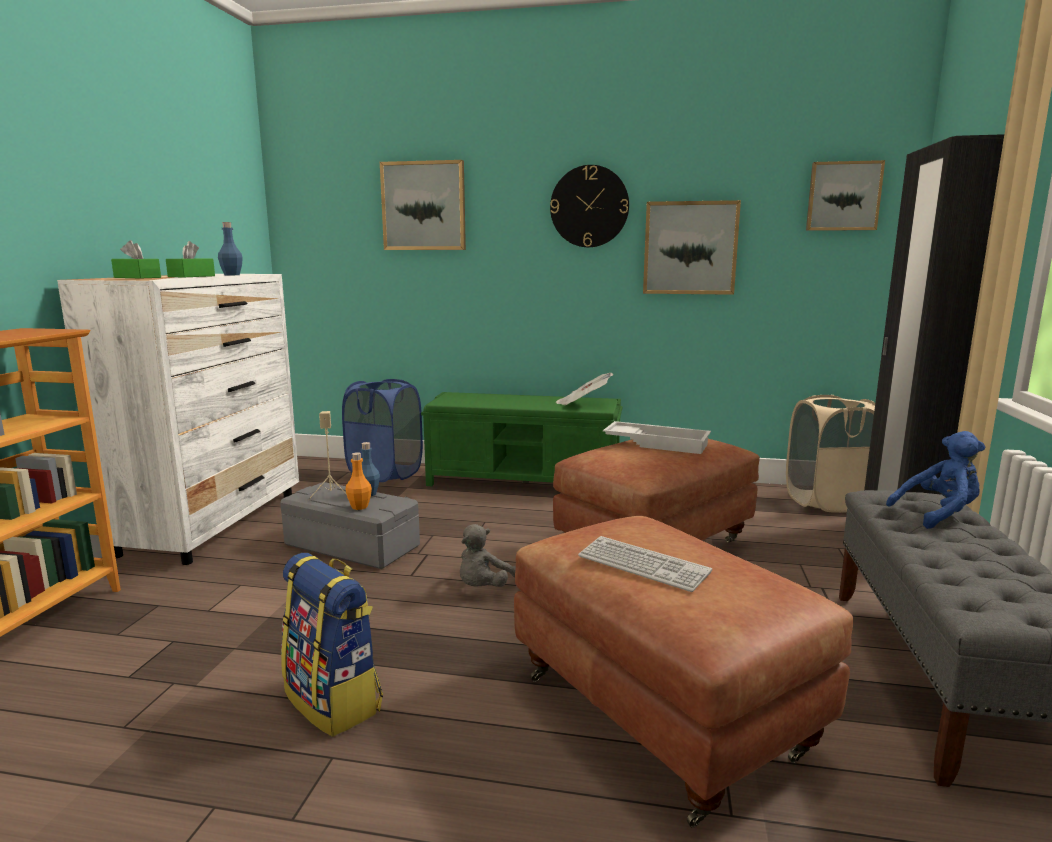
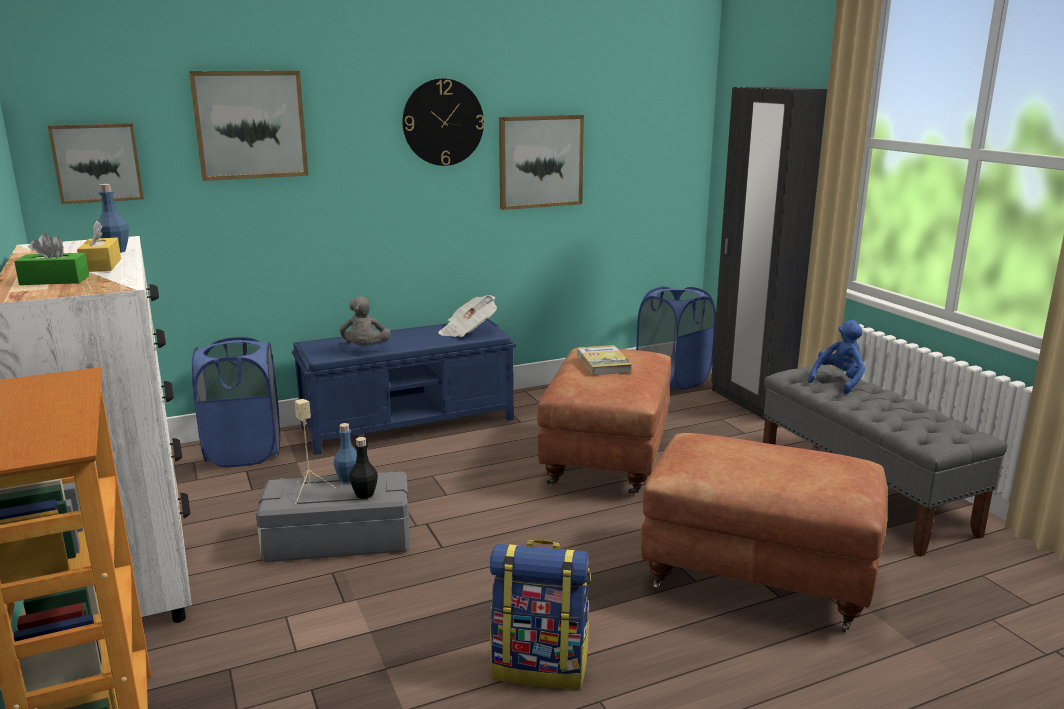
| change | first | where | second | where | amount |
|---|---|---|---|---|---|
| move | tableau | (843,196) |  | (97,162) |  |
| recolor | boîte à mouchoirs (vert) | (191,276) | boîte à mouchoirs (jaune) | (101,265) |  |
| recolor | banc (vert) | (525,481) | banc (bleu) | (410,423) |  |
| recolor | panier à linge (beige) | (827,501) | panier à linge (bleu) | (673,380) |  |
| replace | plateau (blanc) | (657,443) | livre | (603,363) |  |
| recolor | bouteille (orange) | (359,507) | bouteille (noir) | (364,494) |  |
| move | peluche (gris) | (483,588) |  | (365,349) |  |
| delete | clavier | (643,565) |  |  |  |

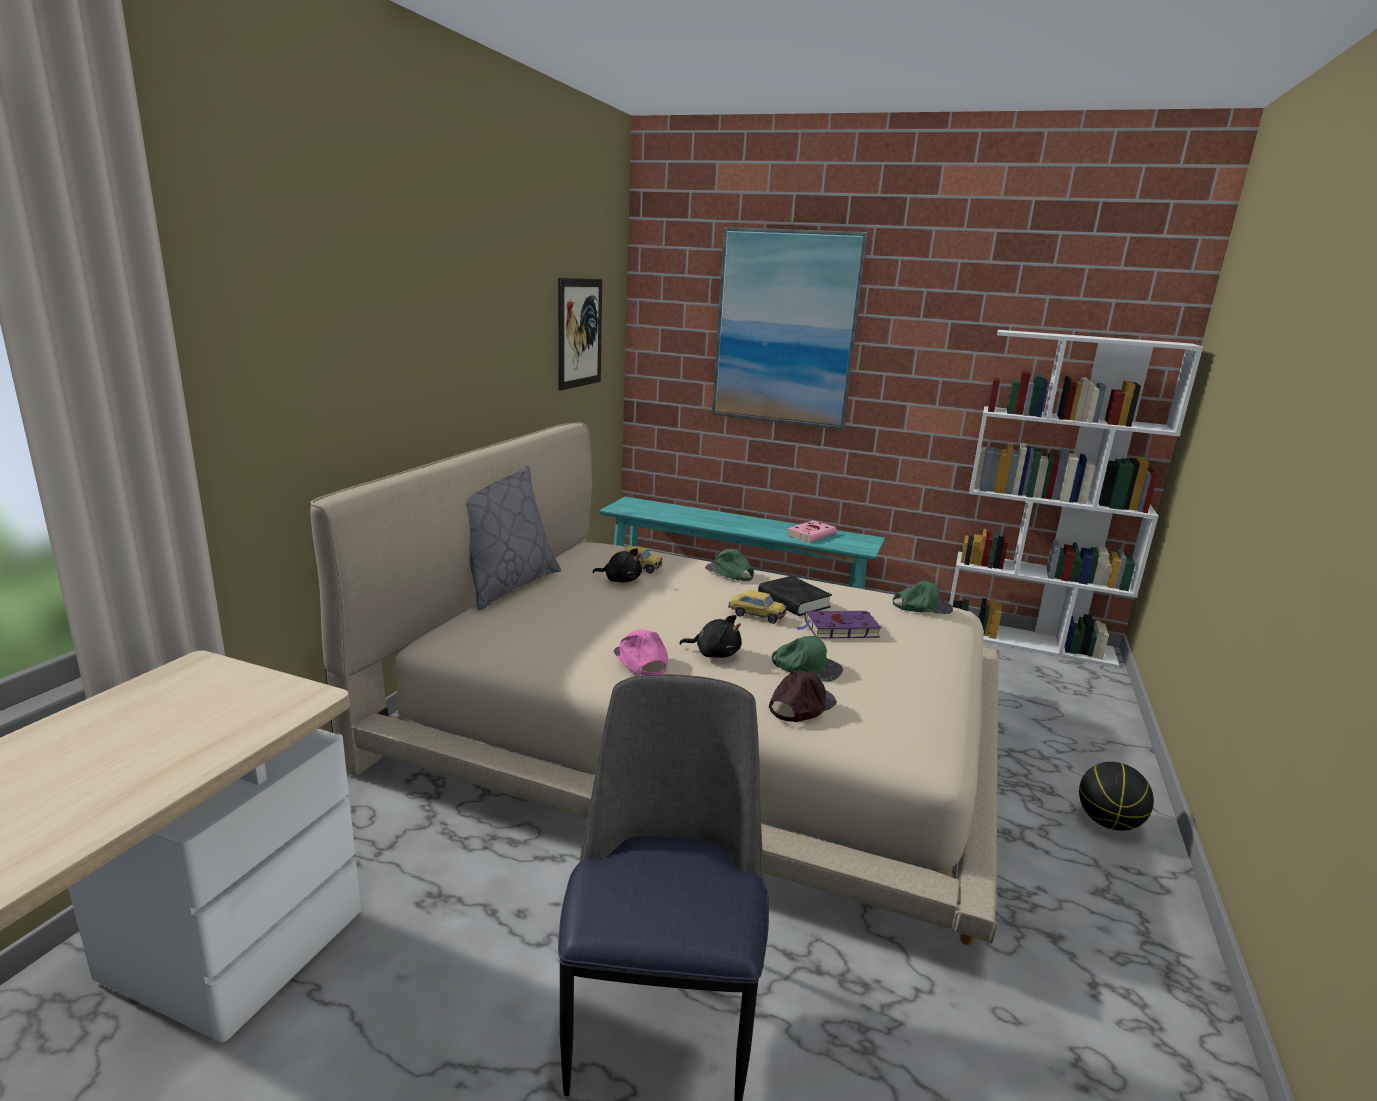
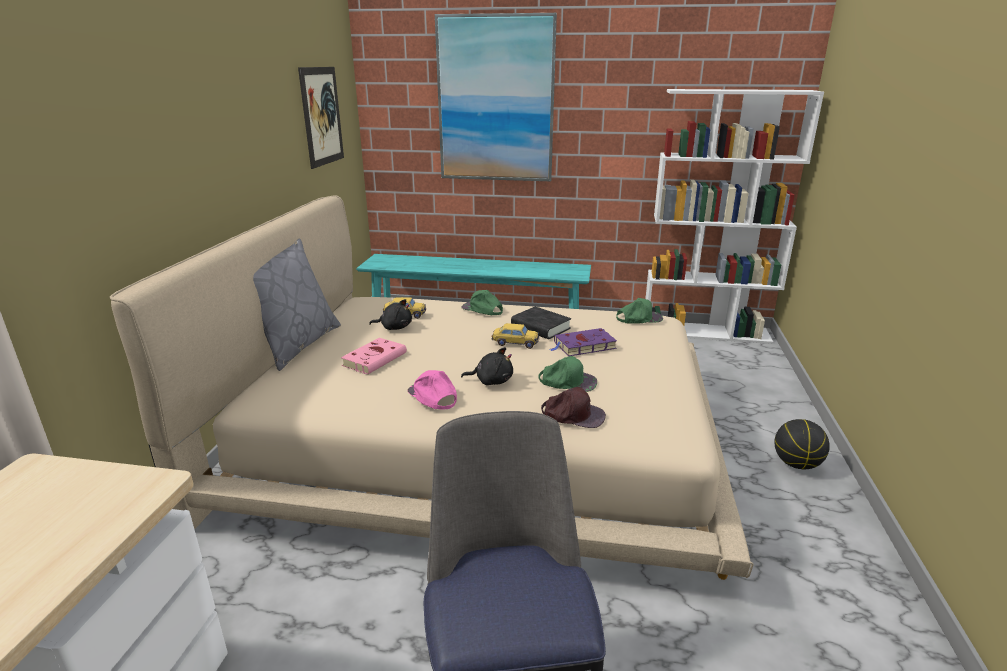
| change | first | where | second | where | amount |
|---|---|---|---|---|---|
| move | livre (rose) | (811,534) |  | (375,359) |  |
| rotate | casquette (marron) | (801,705) |  | (573,414) | 75 degrees clockwise |

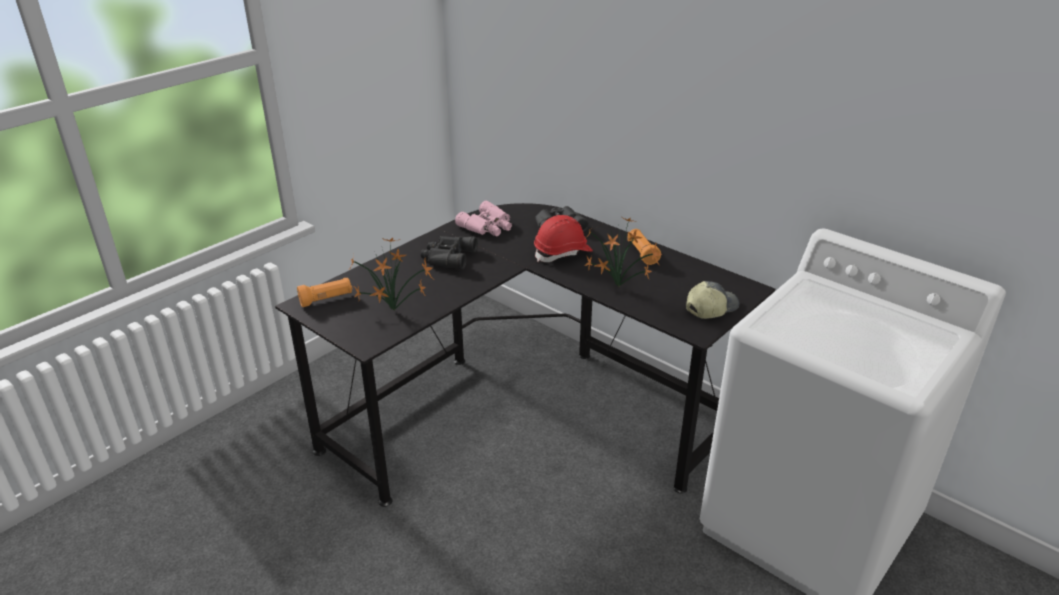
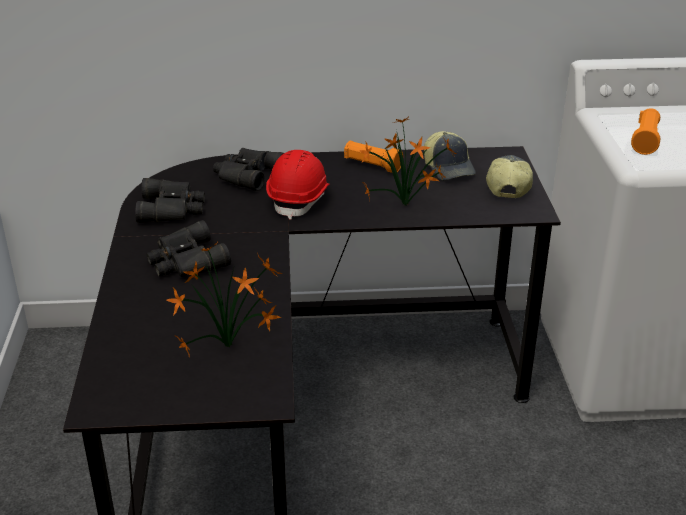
| change | first | where | second | where | amount |
|---|---|---|---|---|---|
| recolor | jumelles (rose) | (488,226) | jumelles (noir) | (172,208) |  |
| move | lampe de poche (orange) | (326,299) |  | (645,141) |  |
| insert |  |  | casquette | (449,168) |  |

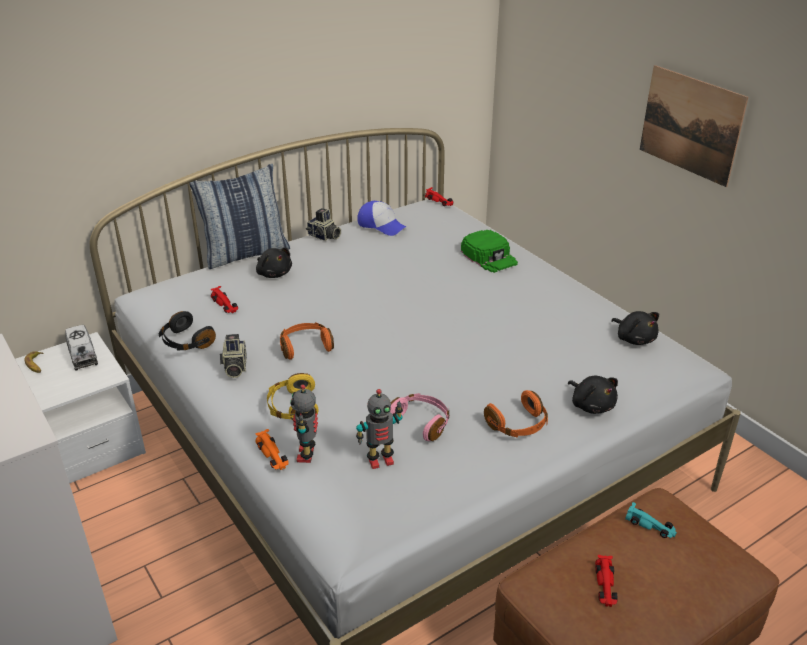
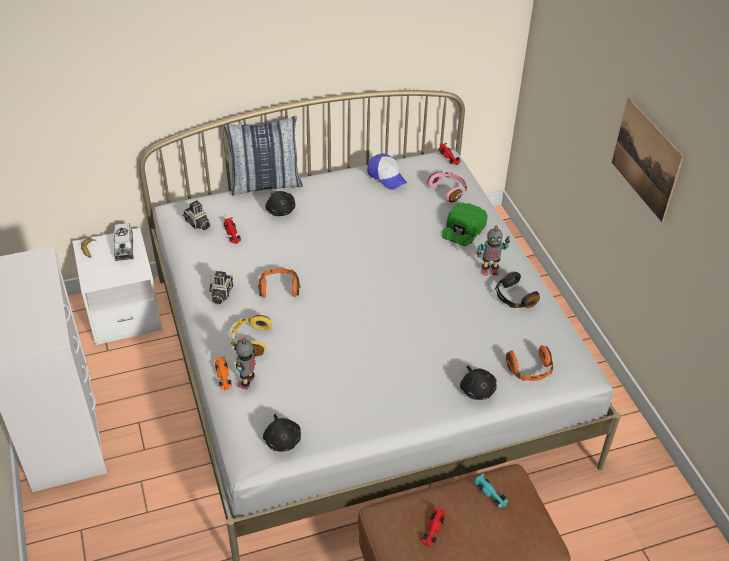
| change | first | where | second | where | amount |
|---|---|---|---|---|---|
| move | appareil photo | (324,236) |  | (197,224) |  |
| rotate | casquette (vert) | (489,256) |  | (464,228) | 45 degrees clockwise |
| move | casque audio (noir) | (186,342) |  | (513,298) |  |
| move | peluche (noir) | (634,338) |  | (282,440) |  |
| move | robot jouet | (380,460) |  | (489,270) |  |
| move | casque audio (orange) | (518,425) |  | (530,370) |  |
| move | casque audio (rose) | (421,422) |  | (448,190) |  |

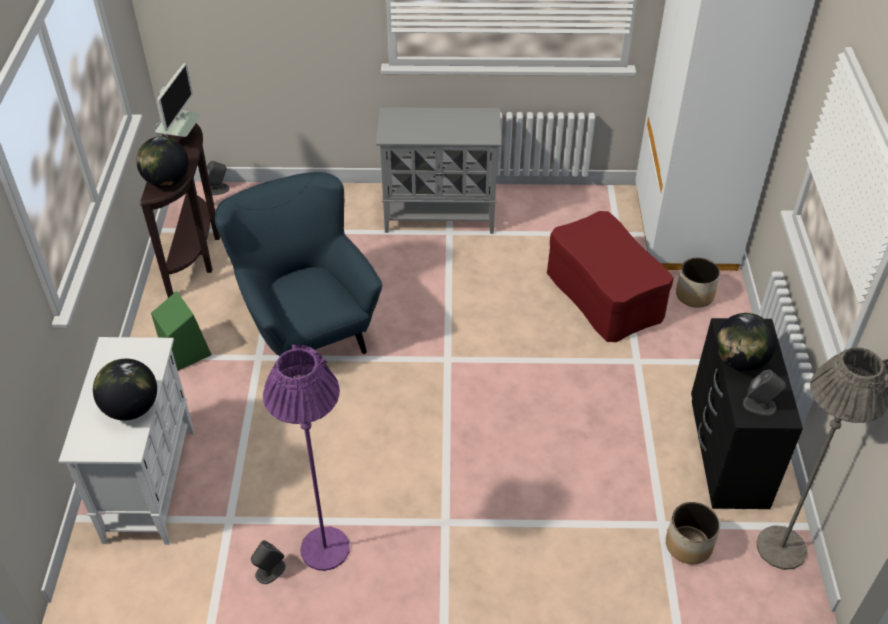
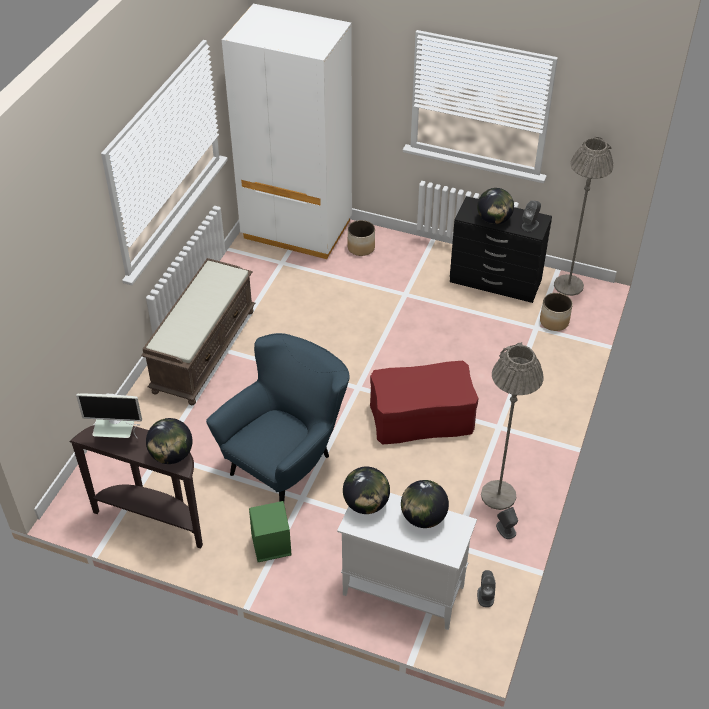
| change | first | where | second | where | amount |
|---|---|---|---|---|---|
| rotate | écran d'ordinateur | (181,140) |  | (118,437) | 150 degrees clockwise |
| replace | meuble de rangement (gris) | (440,216) | banc (marron) | (203,350) |  |
| move | enceinte (gris) | (218,189) |  | (485,596) |  |
| rotate | fauteuil (bleu) | (306,329) |  | (286,461) | 135 degrees clockwise |
| move | pouf (rouge) | (605,295) |  | (422,417) |  |
| recolor | lampadaire (violet) | (325,549) | lampadaire (gris) | (498,495) |  |
| insert |  |  | globe | (366,504) |  |

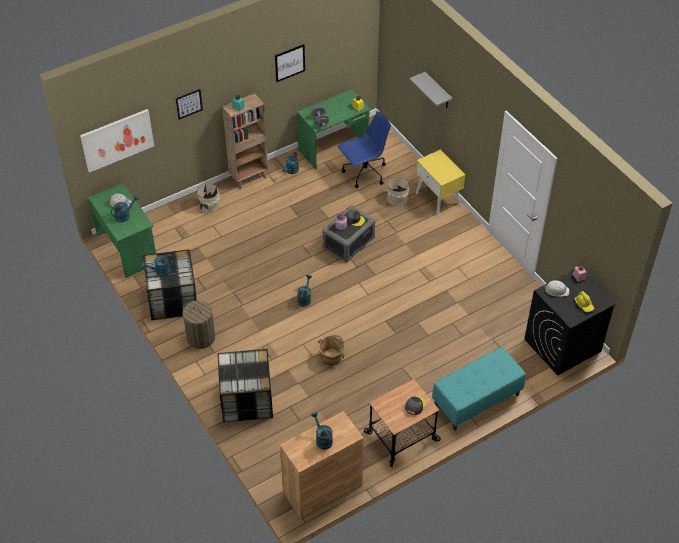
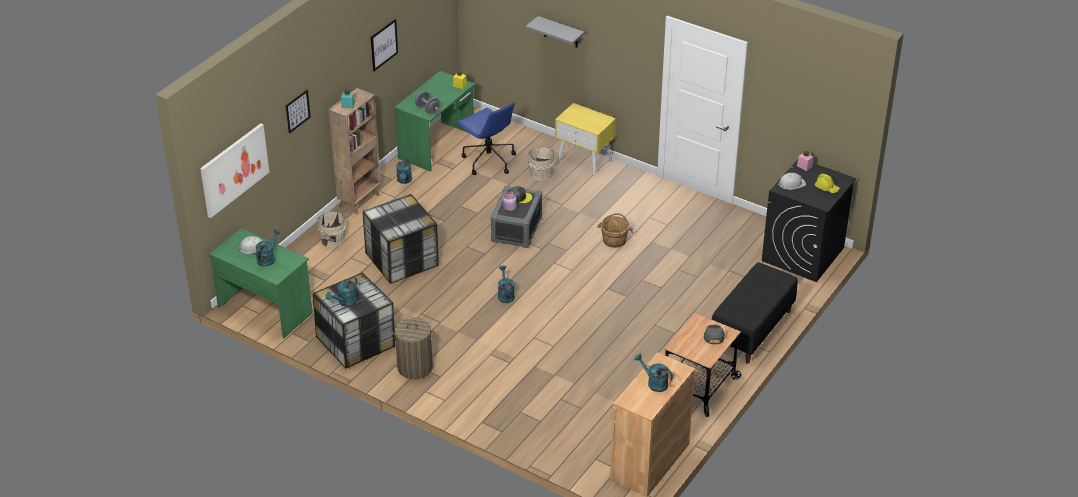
| change | first | where | second | where | amount |
|---|---|---|---|---|---|
| rotate | chaise de bureau (bleu) | (364,173) |  | (488,160) | 105 degrees clockwise |
| move | seau (marron) | (331,357) |  | (614,240) |  |
| recolor | banc (turquoise) | (476,401) | banc (noir) | (752,330) |  |
| move | boîte de rangement | (246,400) |  | (401,260) |  |

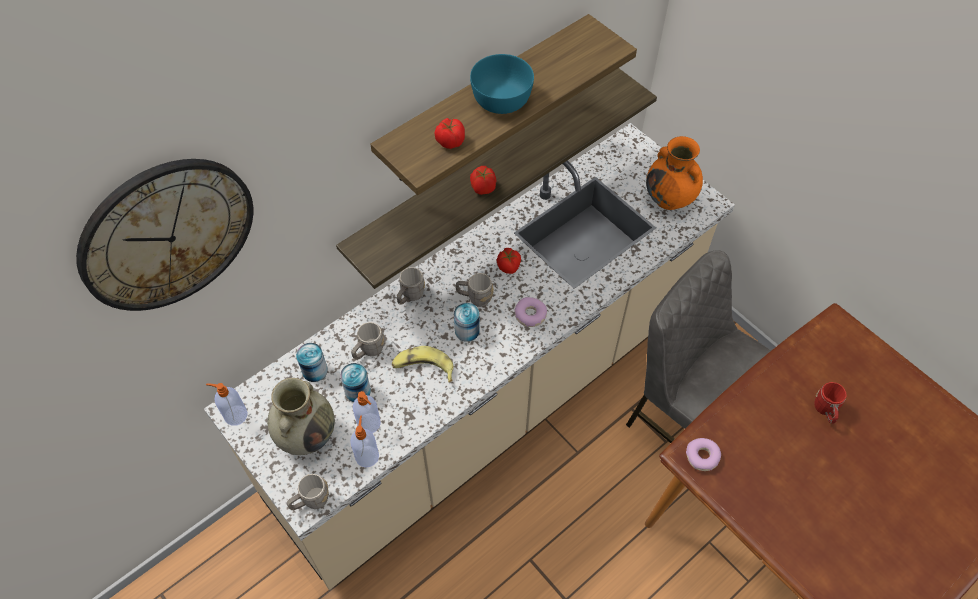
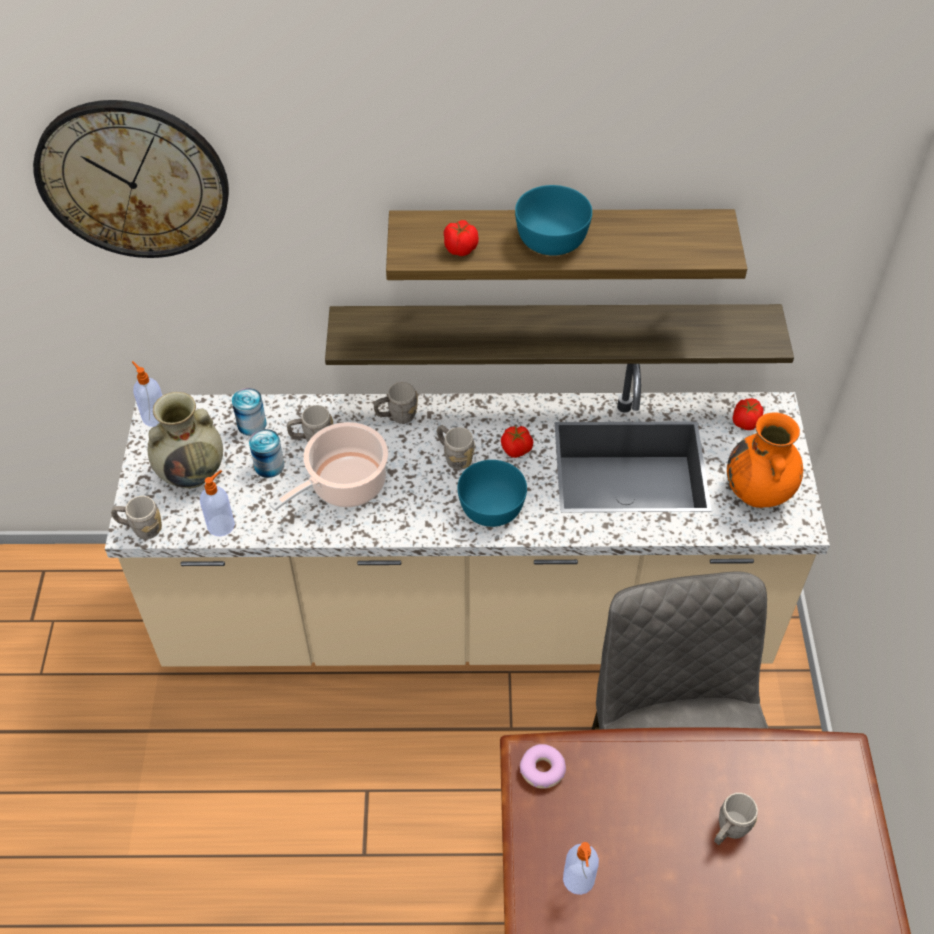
| change | first | where | second | where | amount |
|---|---|---|---|---|---|
| move | tomate | (483,188) |  | (745,422) |  |
| replace | beignet | (530,315) | bol (turquoise) | (490,507) |  |
| delete | boîte métallique | (467,330) |  |  |  |
| replace | banane | (423,367) | marmite | (344,485) |  |
| recolor | mug (rouge) | (825,411) | mug (gris) | (729,830) |  |
| move | distributeur de savon | (369,424) |  | (578,880) |  |

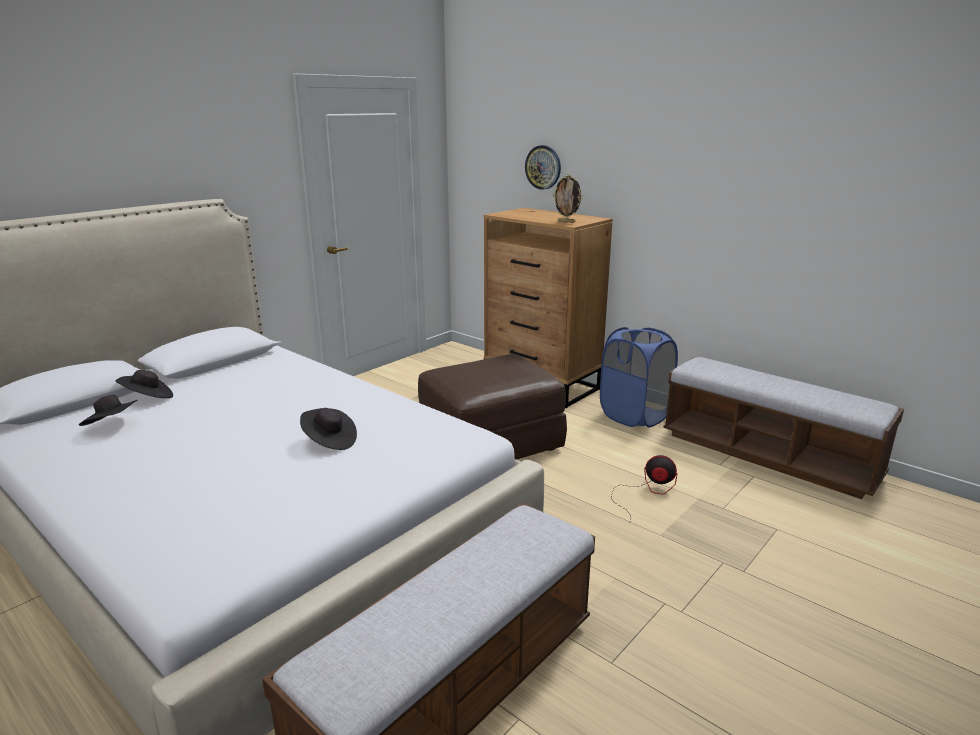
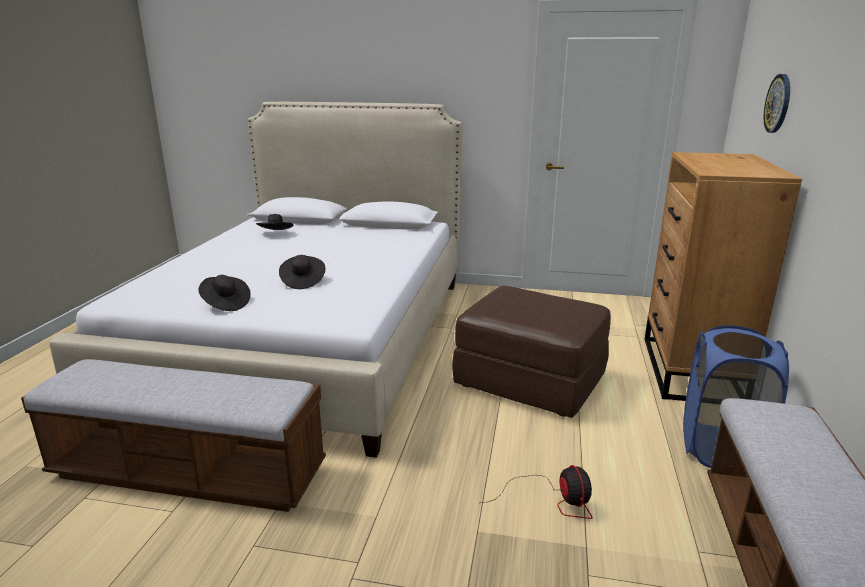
| change | first | where | second | where | amount |
|---|---|---|---|---|---|
| delete | cadre photo | (566,222) |  |  |  |
| move | chapeau (noir) | (148,398) |  | (225,304) |  |

